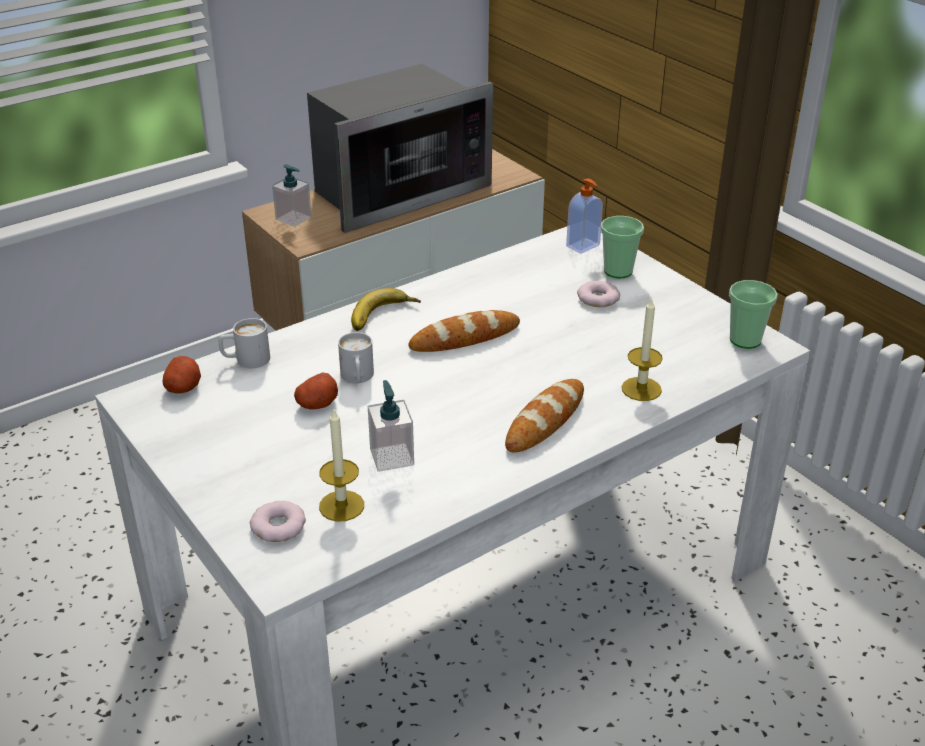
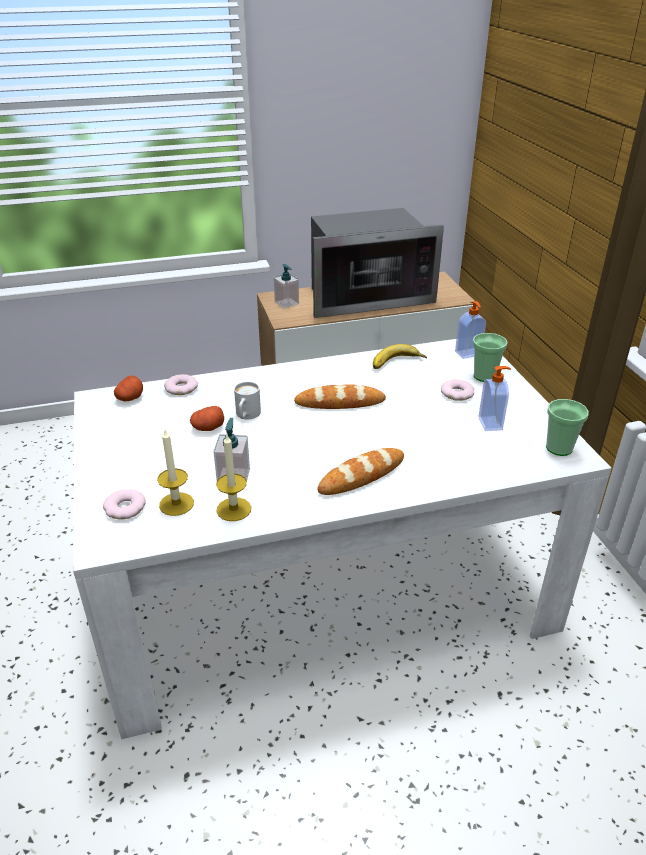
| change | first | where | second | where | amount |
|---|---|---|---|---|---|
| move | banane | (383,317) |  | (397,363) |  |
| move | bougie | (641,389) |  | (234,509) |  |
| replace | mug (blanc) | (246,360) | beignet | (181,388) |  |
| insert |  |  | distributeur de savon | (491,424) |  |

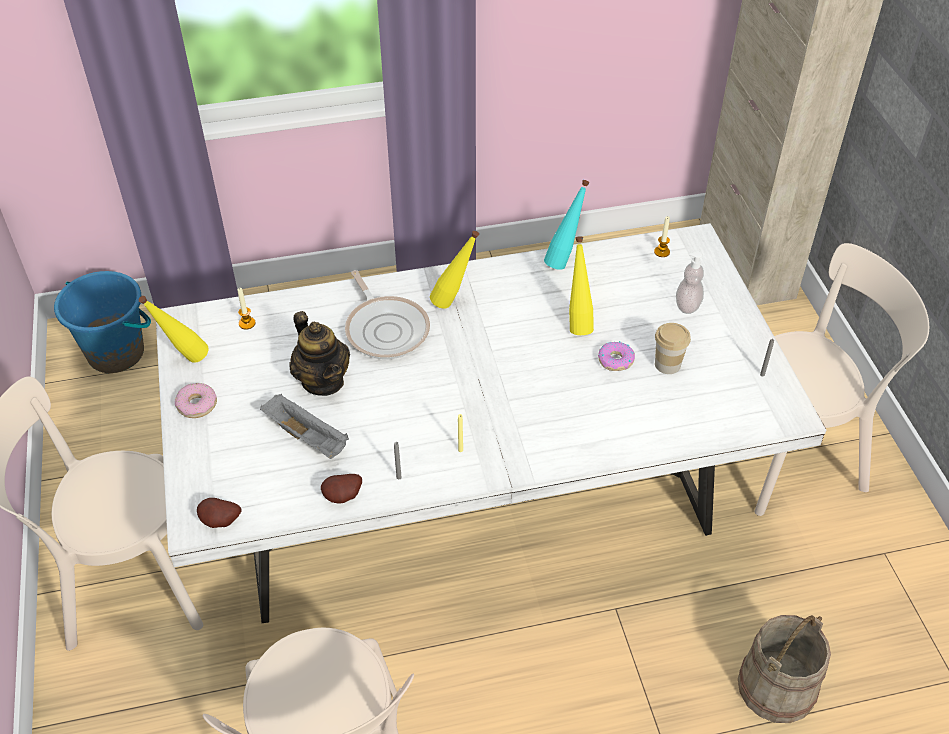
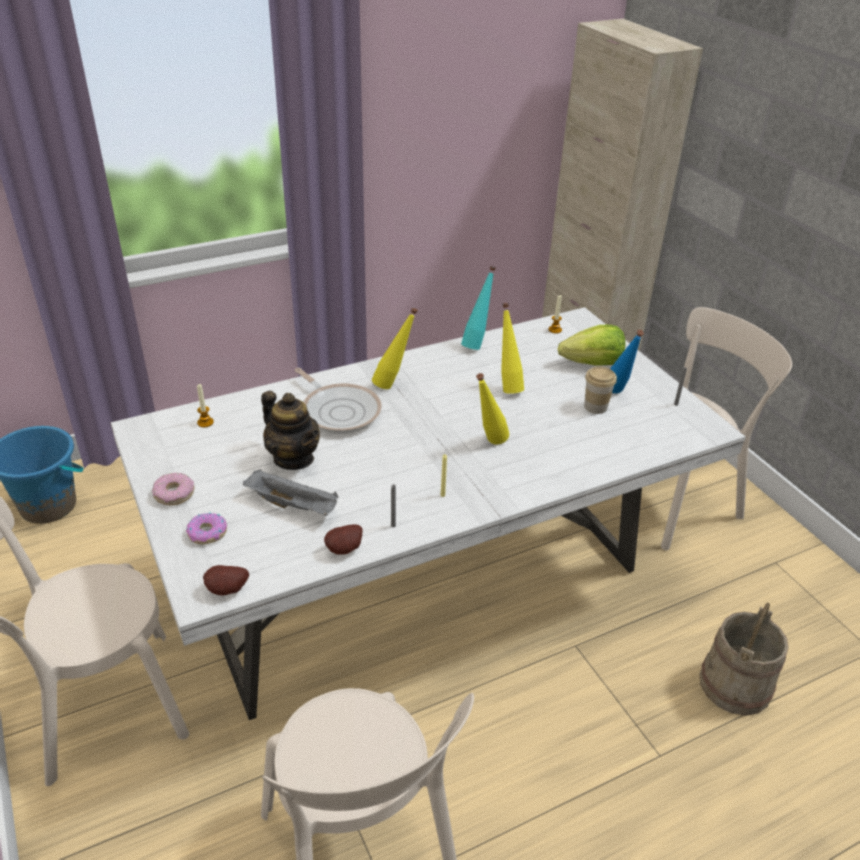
| change | first | where | second | where | amount |
|---|---|---|---|---|---|
| replace | distributeur de savon | (687,305) | laitue | (592,363) |  |
| move | bouteille (jaune) | (184,360) |  | (488,444) |  |
| move | beignet | (615,360) |  | (207,533) |  |
| insert |  |  | bouteille (bleu) | (618,395) |  |

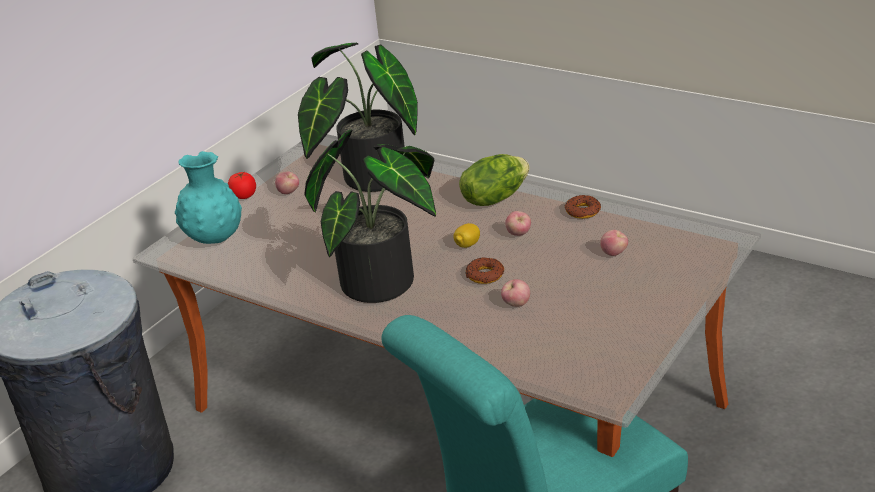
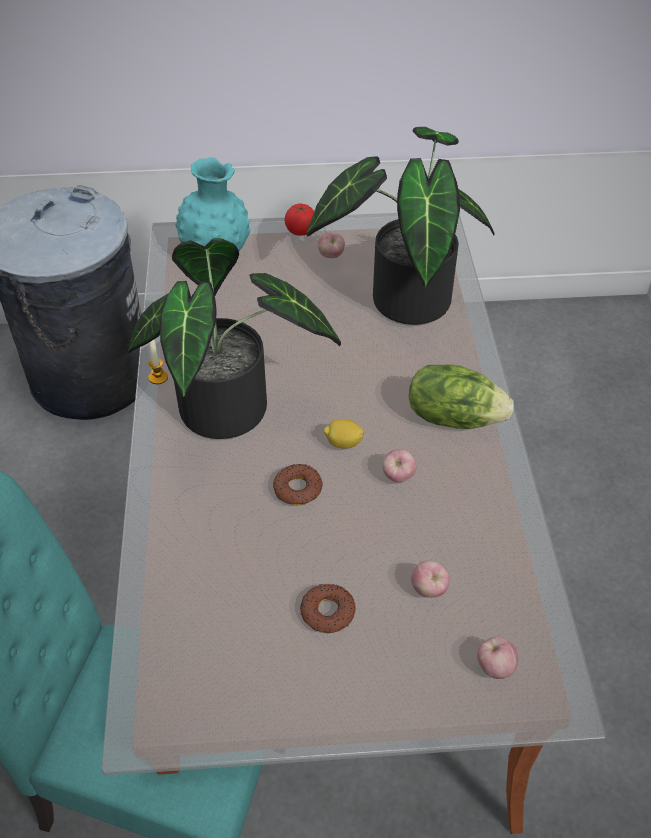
| change | first | where | second | where | amount |
|---|---|---|---|---|---|
| move | beignet | (582,211) |  | (327,612) |  |
| move | pomme | (516,304) |  | (494,667) |  |
| insert |  |  | bougie | (158,377) |  |

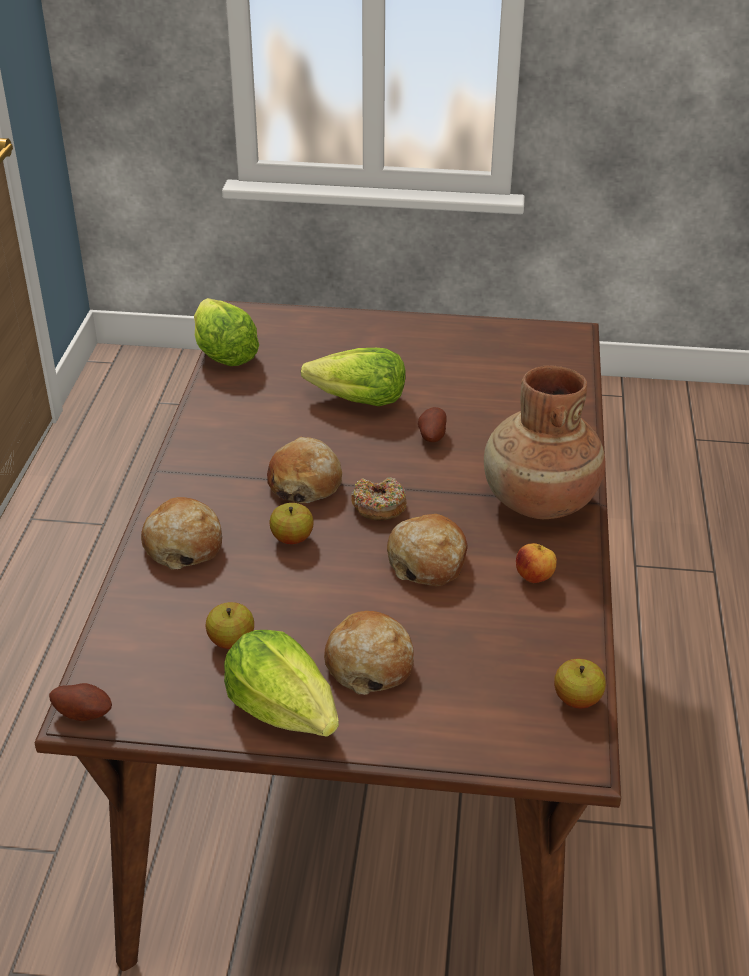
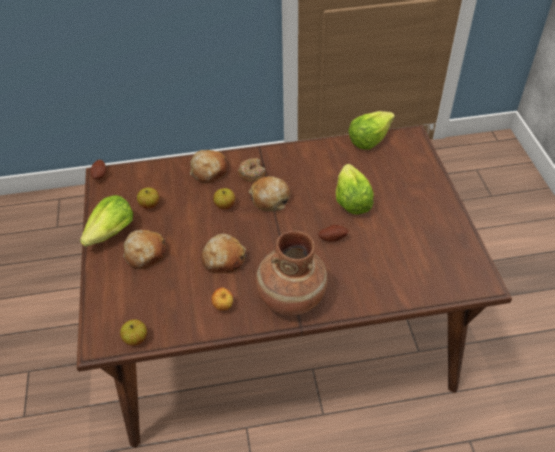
| change | first | where | second | where | amount |
|---|---|---|---|---|---|
| move | beignet | (378,506) |  | (252,173) |  |

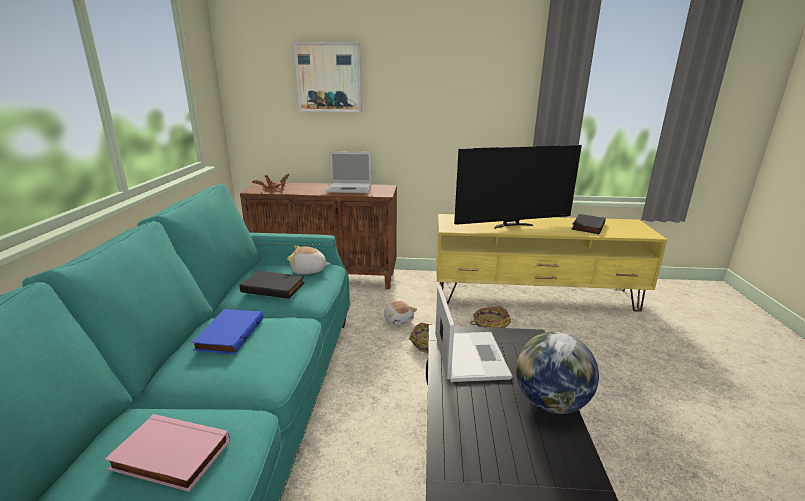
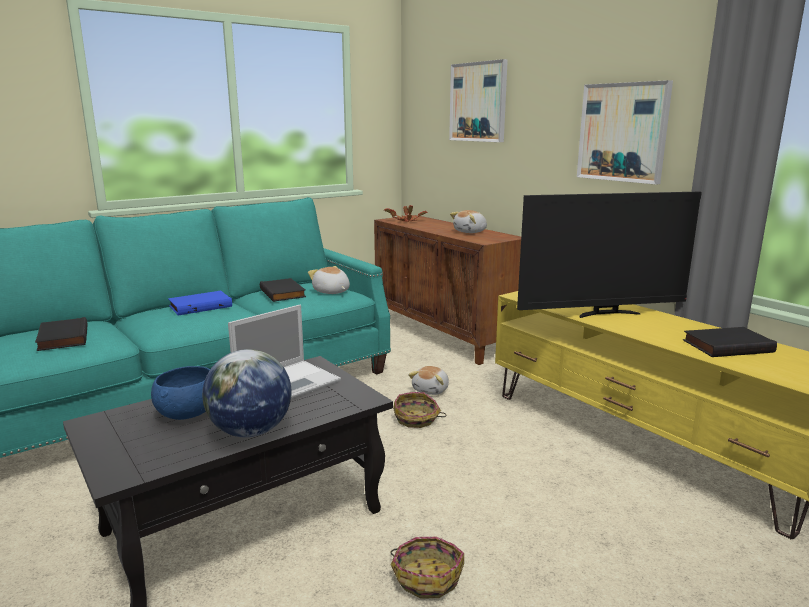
| change | first | where | second | where | amount |
|---|---|---|---|---|---|
| rotate | téléviseur | (512,225) |  | (607,313) | 45 degrees counterclockwise |
| replace | ordinateur portable | (350,188) | peluche | (470,232) |  |
| move | panier | (490,325) |  | (427,576) |  |
| recolor | livre (rose) | (169,457) | livre (noir) | (61,338) |  |
| insert |  |  | tableau | (623,132) |  |
| insert |  |  | bol (bleu) | (189,412) |  |

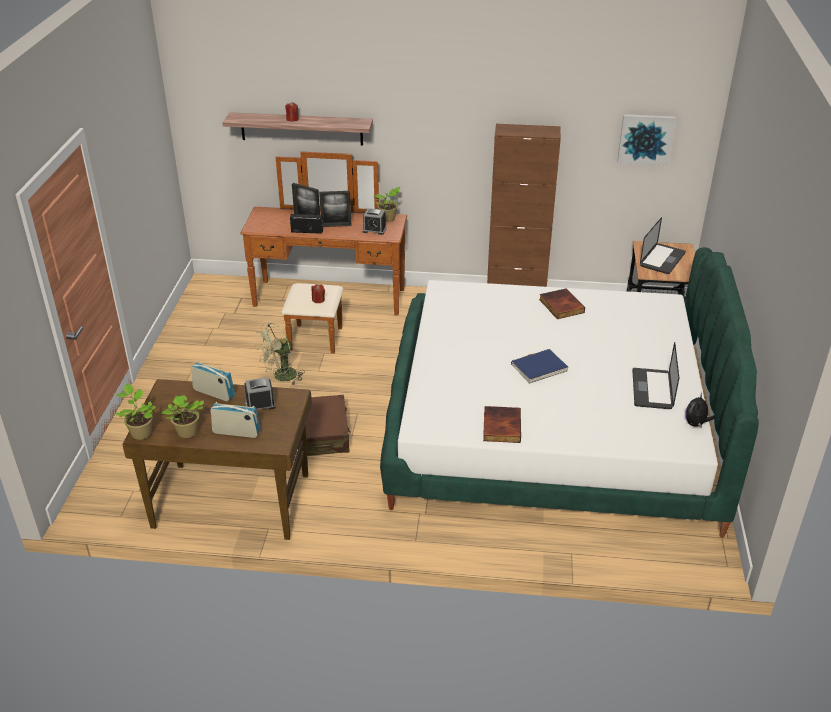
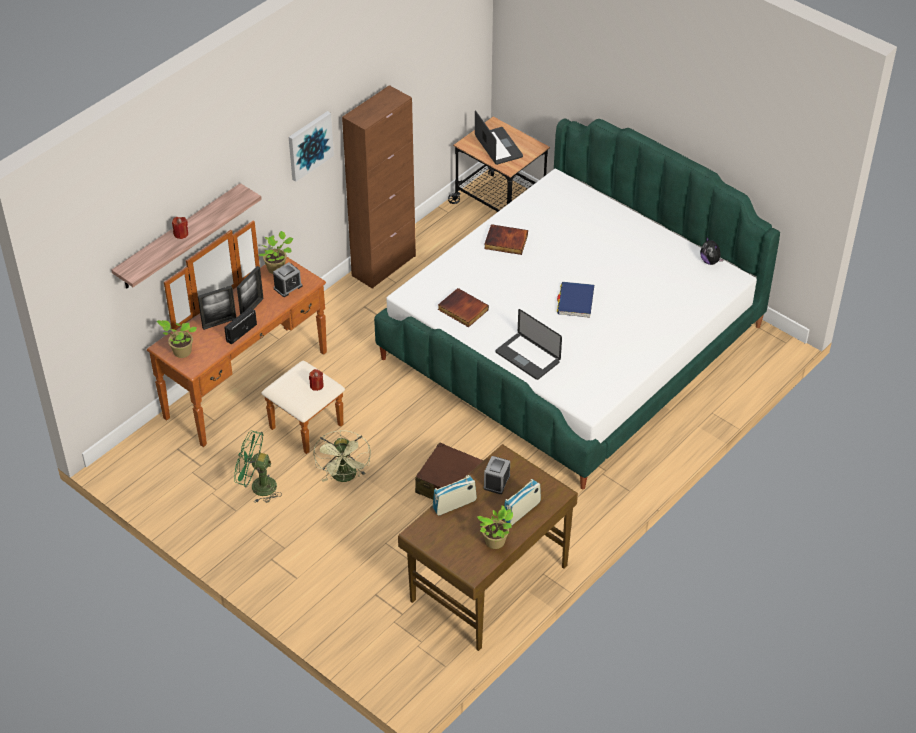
| change | first | where | second | where | amount |
|---|---|---|---|---|---|
| move | tableau | (645,139) |  | (309,145) |  |
| move | ordinateur portable | (652,389) |  | (527,357) |  |
| move | plante en pot | (141,432) |  | (180,352) |  |
| move | livre | (500,426) |  | (462,310) |  |
| insert |  |  | ventilateur (vert) | (257,486) |  |

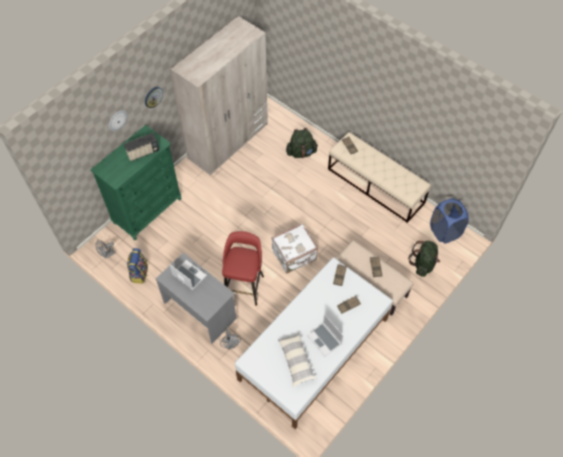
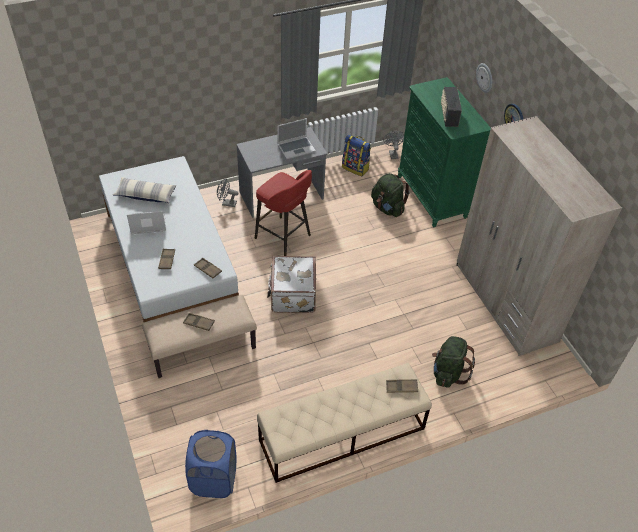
| change | first | where | second | where | amount |
|---|---|---|---|---|---|
| move | sac à dos (vert) | (423,264) |  | (387,208) |  |

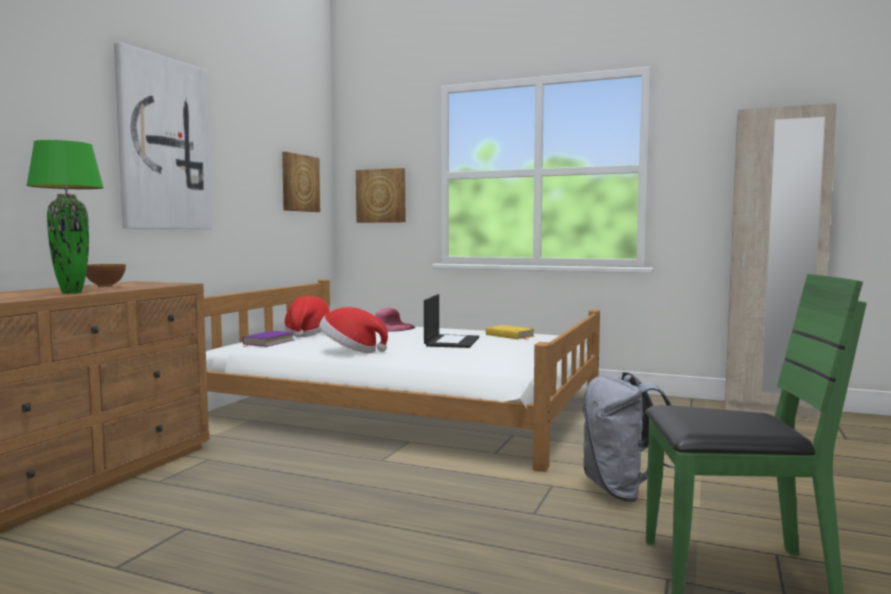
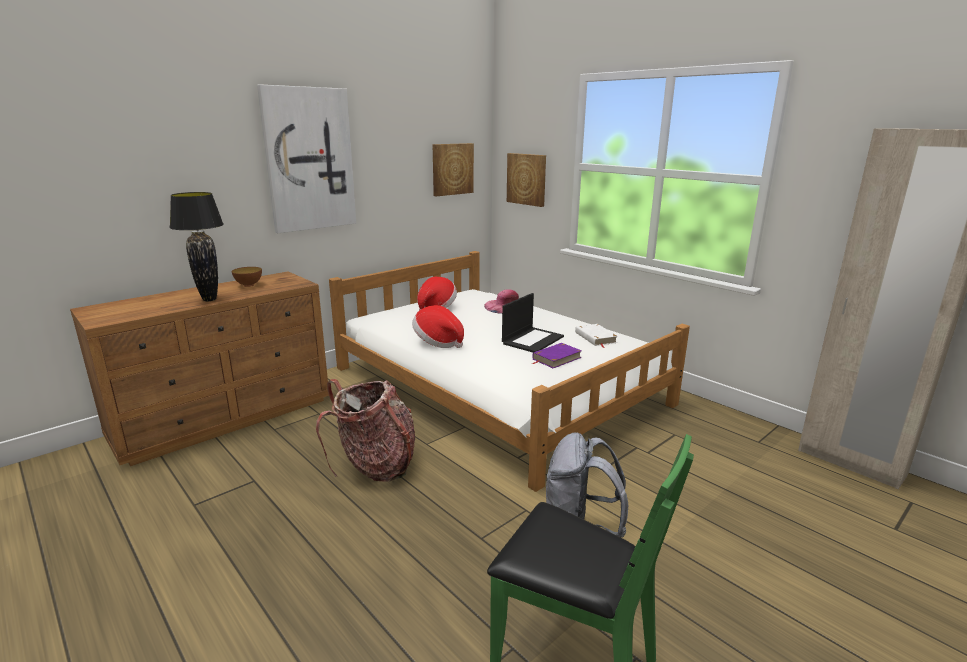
| change | first | where | second | where | amount |
|---|---|---|---|---|---|
| recolor | lampe de table (vert) | (71,292) | lampe de table (noir) | (209,299) |  |
| recolor | livre (jaune) | (510,336) | livre (blanc) | (595,338) |  |
| move | livre (violet) | (268,342) |  | (556,358) |  |
| insert |  |  | sac à dos | (375,465) |  |

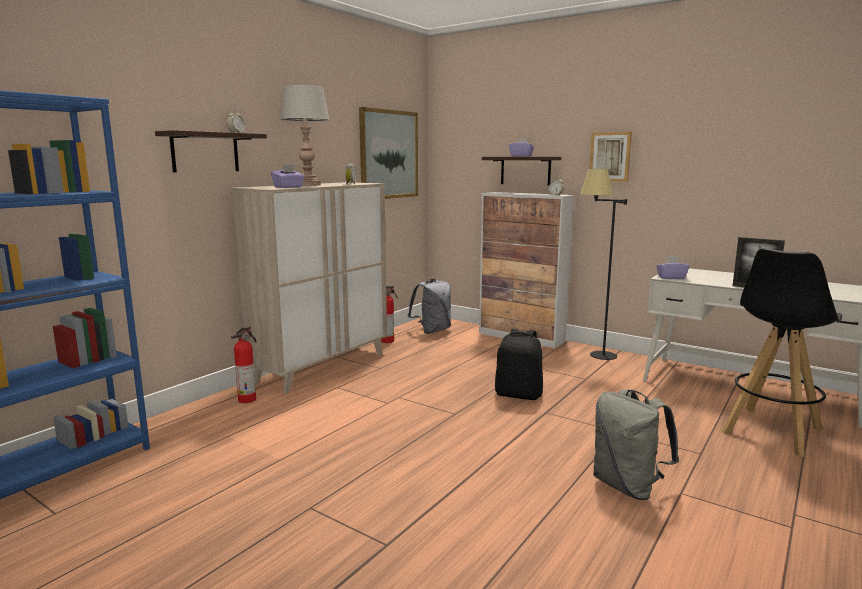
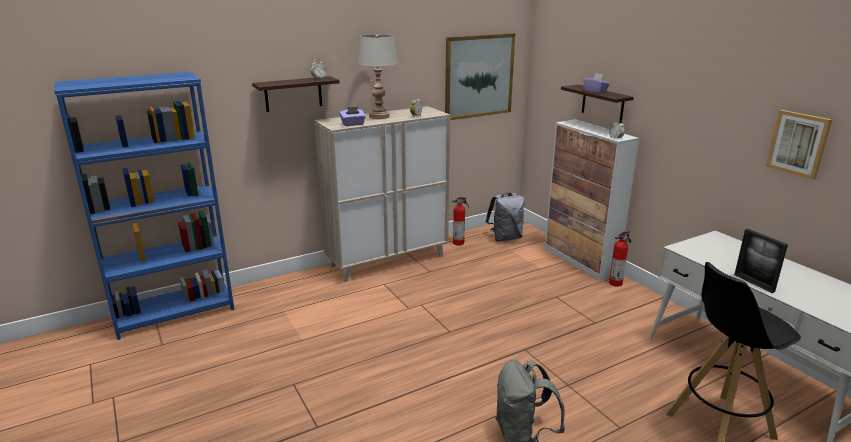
| change | first | where | second | where | amount |
|---|---|---|---|---|---|
| move | tableau | (610,157) |  | (798,143) |  |
| delete | lampadaire (noir) | (594,357) |  |  |  |
| delete | boîte à mouchoirs (violet) | (671,277) |  |  |  |
| move | extincteur | (248,399) |  | (616,283) |  |
| delete | sac à dos (noir) | (519,394) |  |  |  |

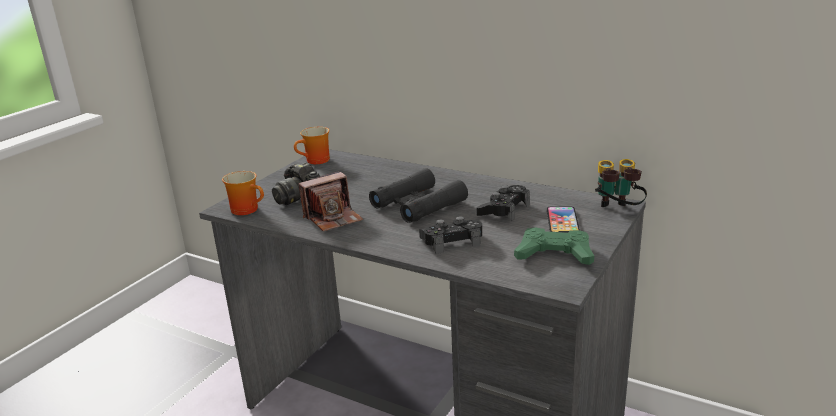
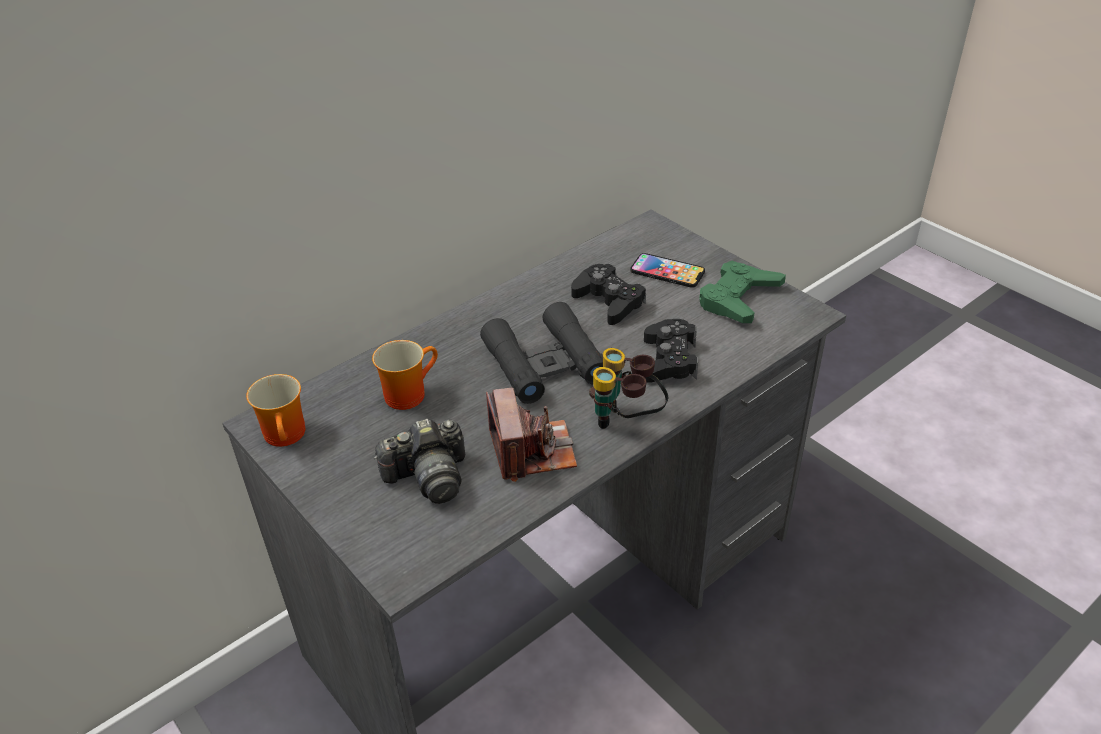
| change | first | where | second | where | amount |
|---|---|---|---|---|---|
| move | jumelles | (616,212) |  | (626,421) |  |
| move | mug | (248,209) |  | (407,393) |  |

